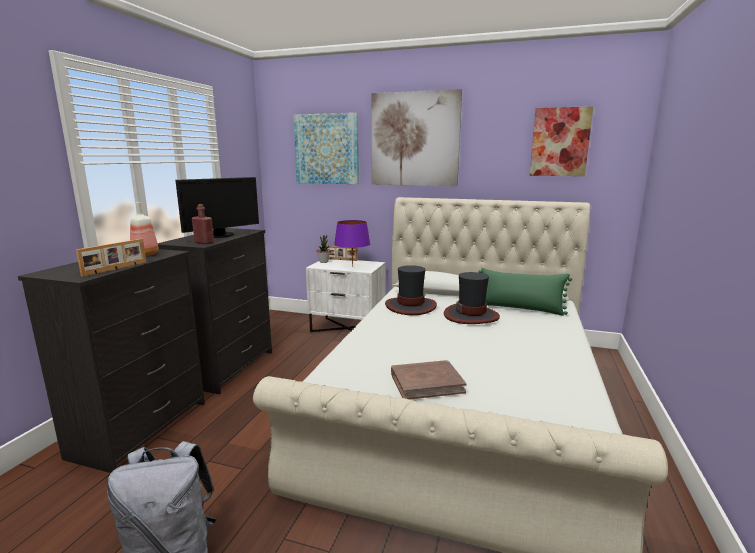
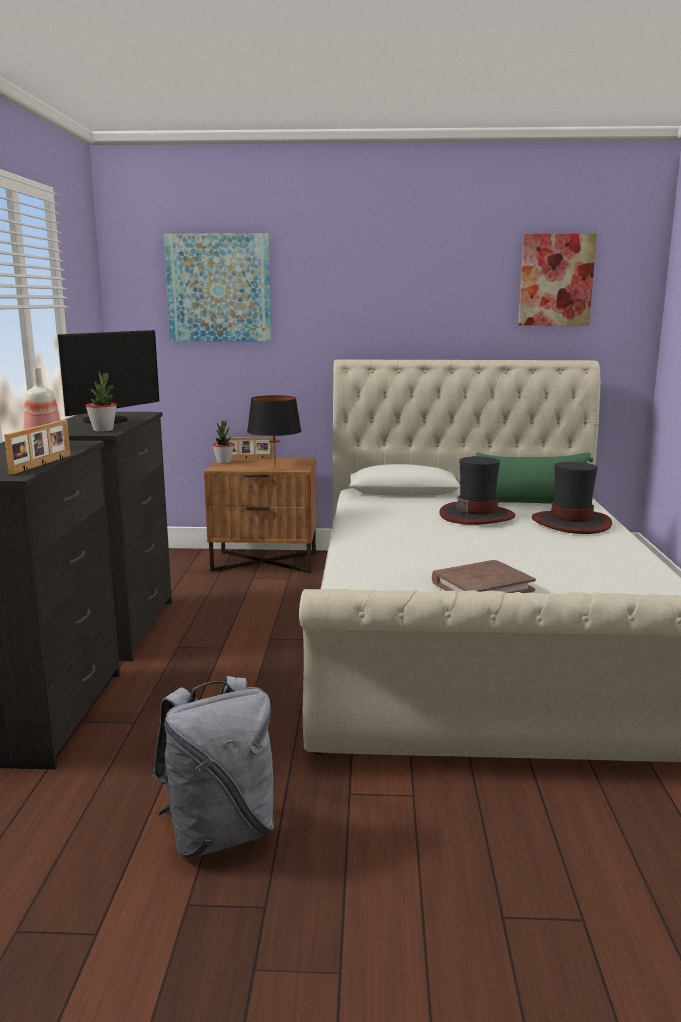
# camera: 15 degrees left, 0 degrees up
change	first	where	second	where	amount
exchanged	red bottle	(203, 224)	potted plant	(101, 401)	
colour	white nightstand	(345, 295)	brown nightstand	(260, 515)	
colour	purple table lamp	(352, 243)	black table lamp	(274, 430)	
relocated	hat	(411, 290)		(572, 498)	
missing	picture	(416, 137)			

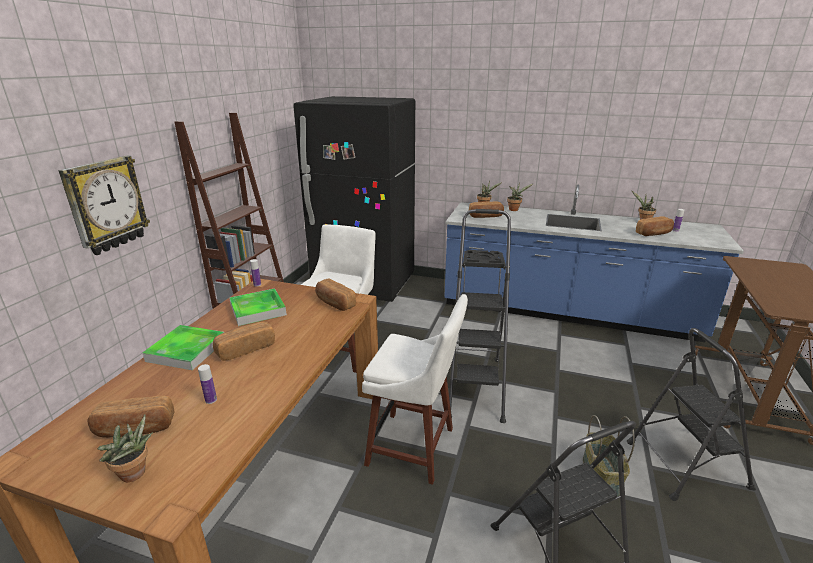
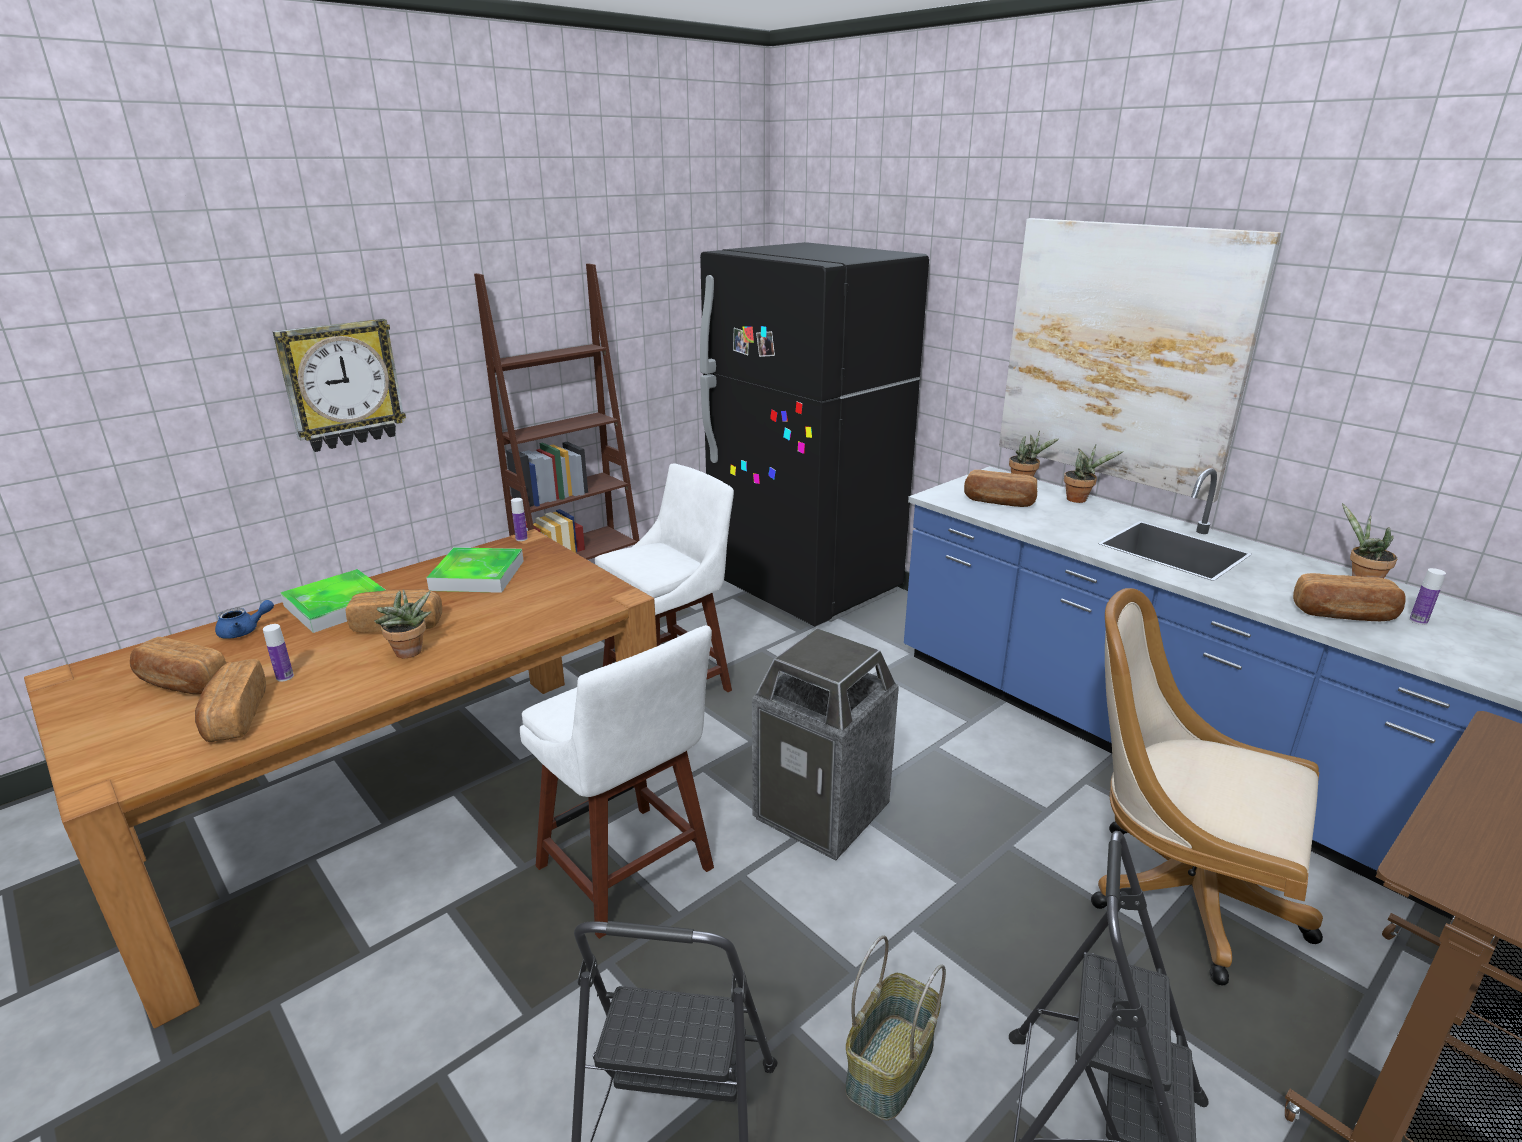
# camera: 30 degrees right, 0 degrees up
change	first	where	second	where	amount
relocated	bread	(335, 294)		(230, 700)	
appeared			blue teapot	(244, 619)	
relocated	potted plant	(125, 448)		(403, 623)	
exchanged	step ladder	(480, 316)	trash can	(825, 744)	
appeared			picture	(1140, 360)	
appeared			office chair	(1207, 786)	

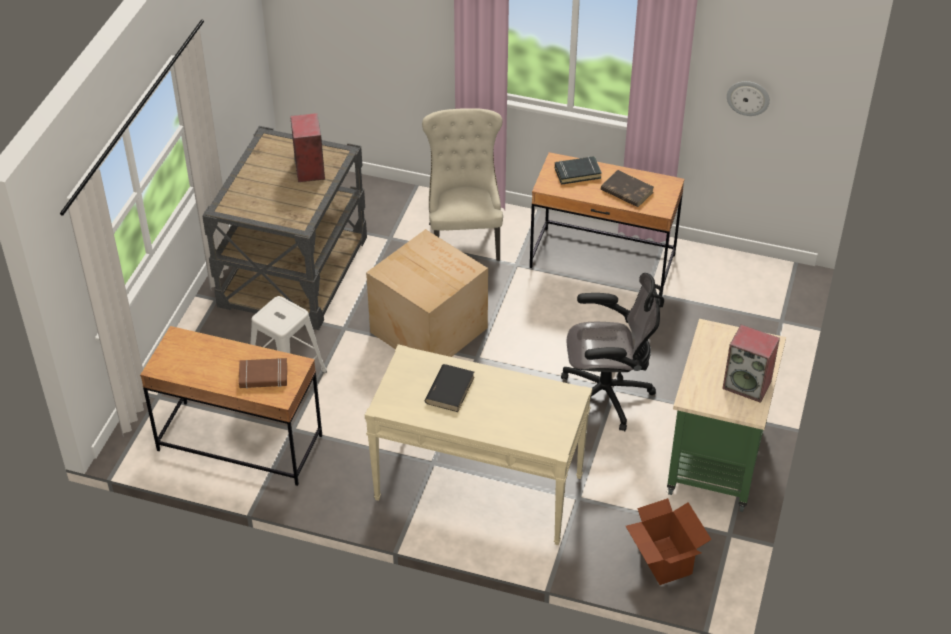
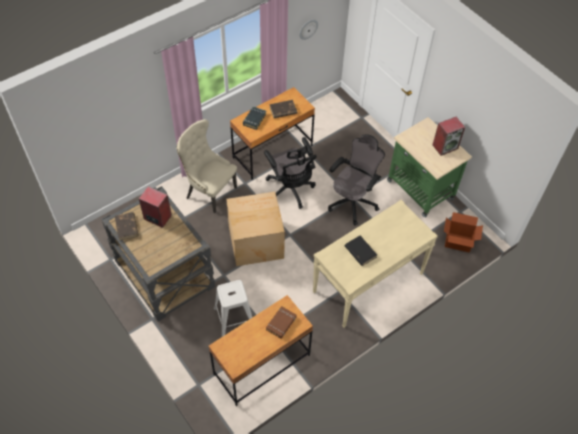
# camera: 55 degrees left, 10 degrees up
change	first	where	second	where	amount
appeared			brown book	(127, 226)	
appeared			office chair	(290, 173)	

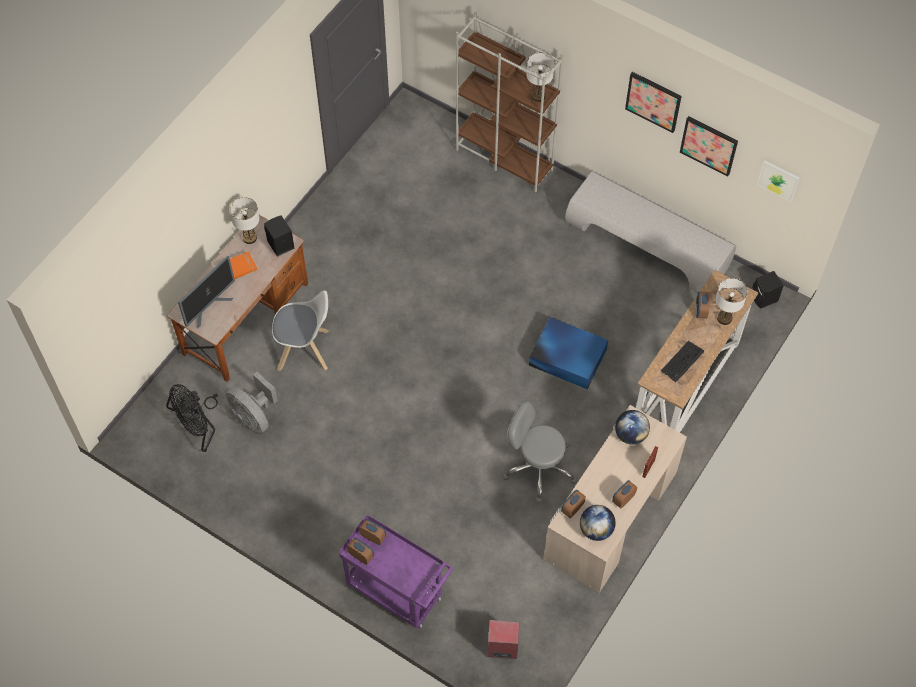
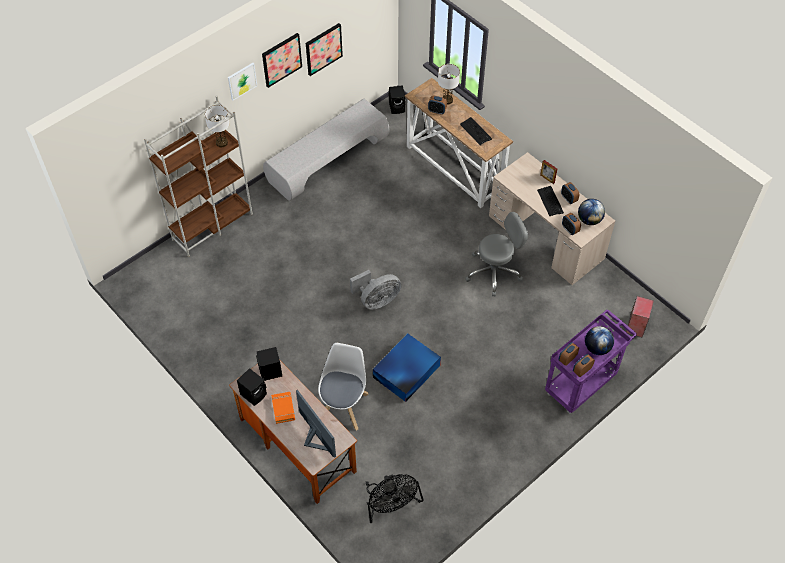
# camera: 75 degrees left, 5 degrees down
change	first	where	second	where	amount
relocated	picture	(778, 181)		(242, 82)	
exchanged	table lamp	(245, 220)	black speaker	(252, 387)	
relocated	grey fan	(252, 402)		(375, 289)	
relocated	blue storage box	(568, 353)		(407, 368)	
spun	grey office chair	(540, 451)		(496, 254)	150 degrees counterclockwise
appeared			keyboard	(550, 201)	
relocated	globe	(632, 427)		(599, 340)	

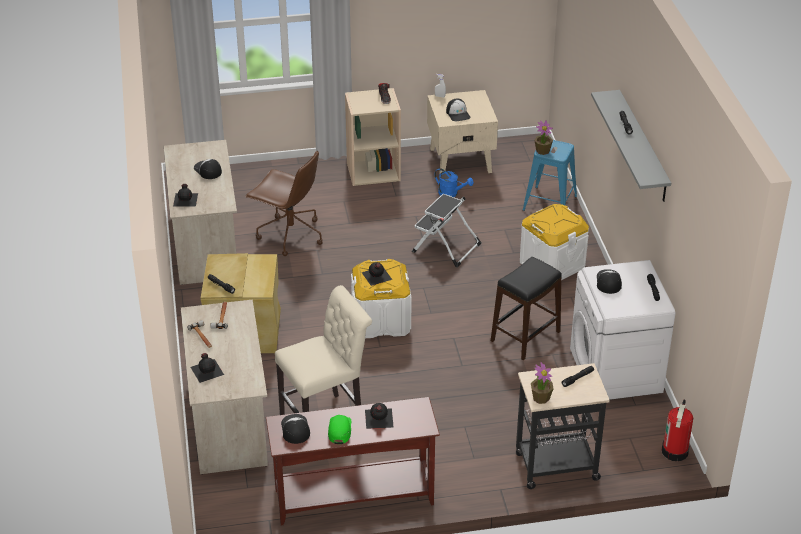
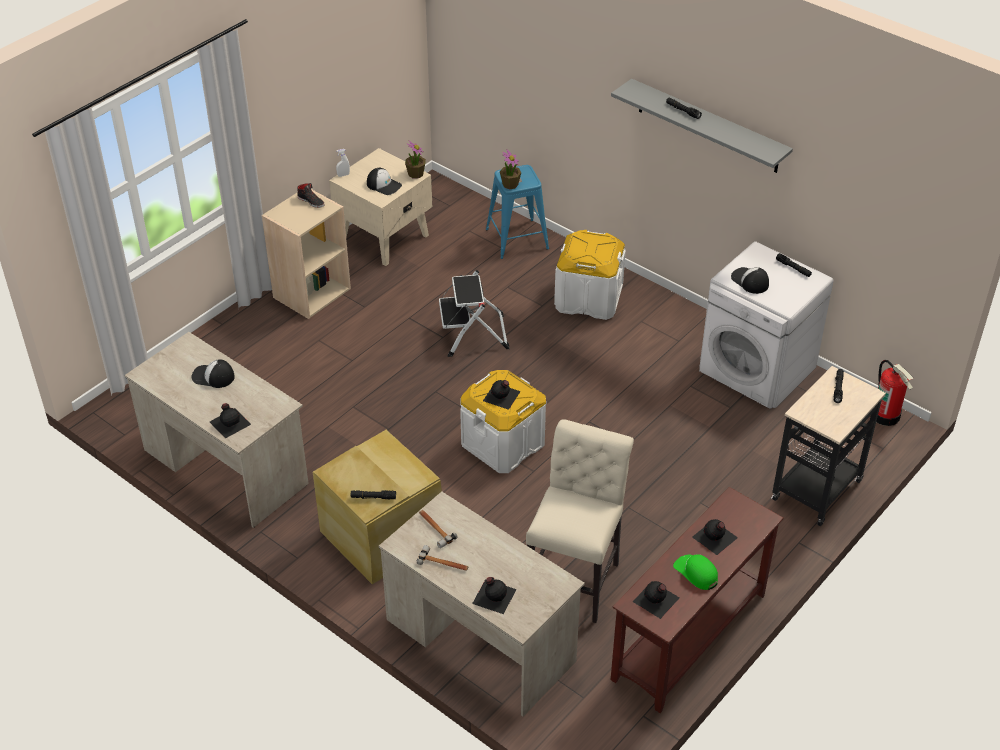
# camera: 40 degrees left, 5 degrees up
change	first	where	second	where	amount
relocated	potted plant	(542, 383)		(415, 159)	
exchanged	cap	(295, 429)	black bottle	(656, 600)	
missing	brown office chair	(284, 203)			
missing	blue watering can	(454, 182)			
missing	black stool	(526, 308)			

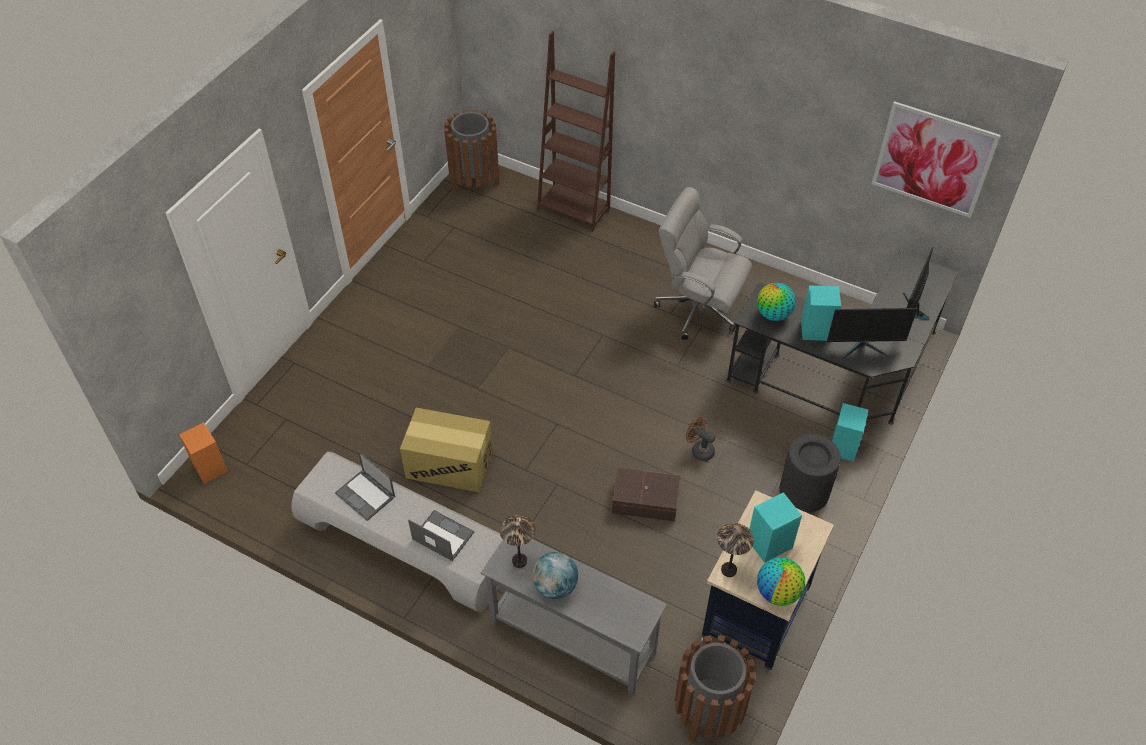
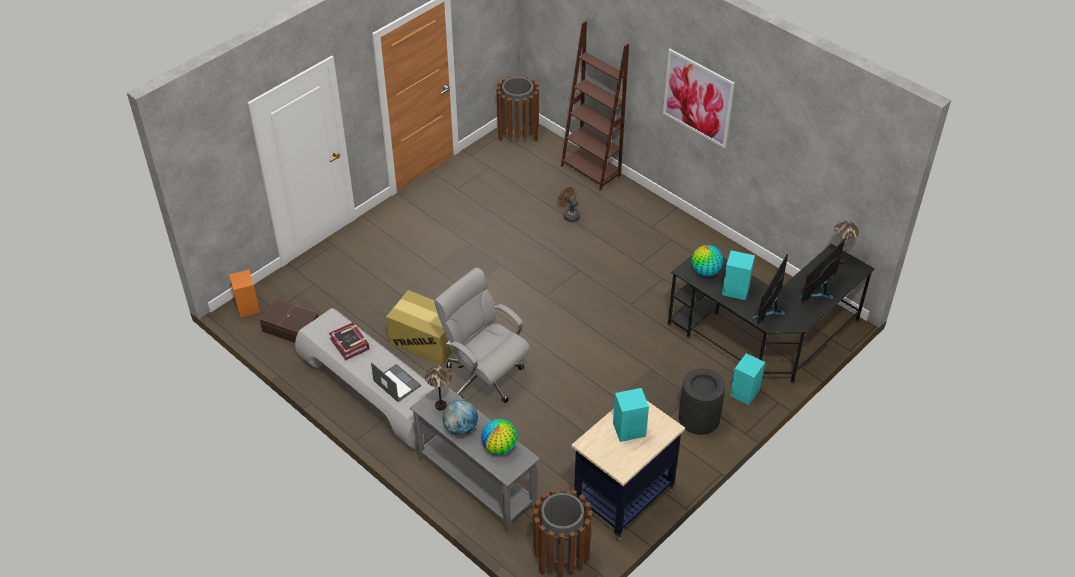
# camera: 15 degrees right, 5 degrees down
change	first	where	second	where	amount
relocated	brown storage box	(646, 494)		(289, 321)	
exchanged	laptop	(365, 486)	book	(349, 341)	
relocated	grey office chair	(703, 263)		(482, 335)	
relocated	globe	(781, 581)		(499, 437)	
relocated	brown fan	(700, 438)		(569, 204)	
relocated	picture	(936, 159)		(699, 98)	
spun	monitor	(872, 333)		(770, 289)	105 degrees clockwise
relocated	table lamp	(735, 550)		(846, 242)	

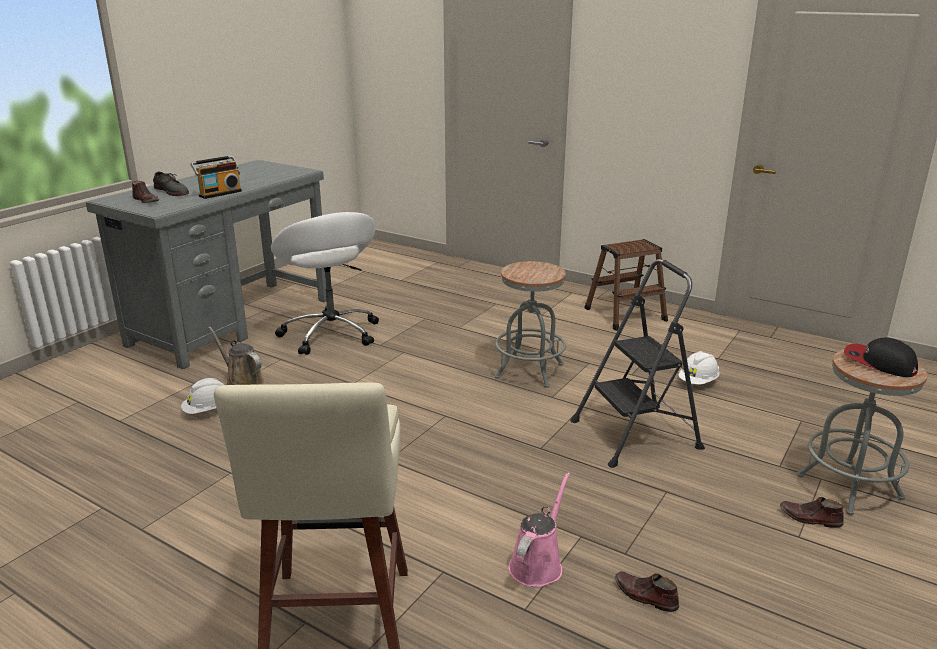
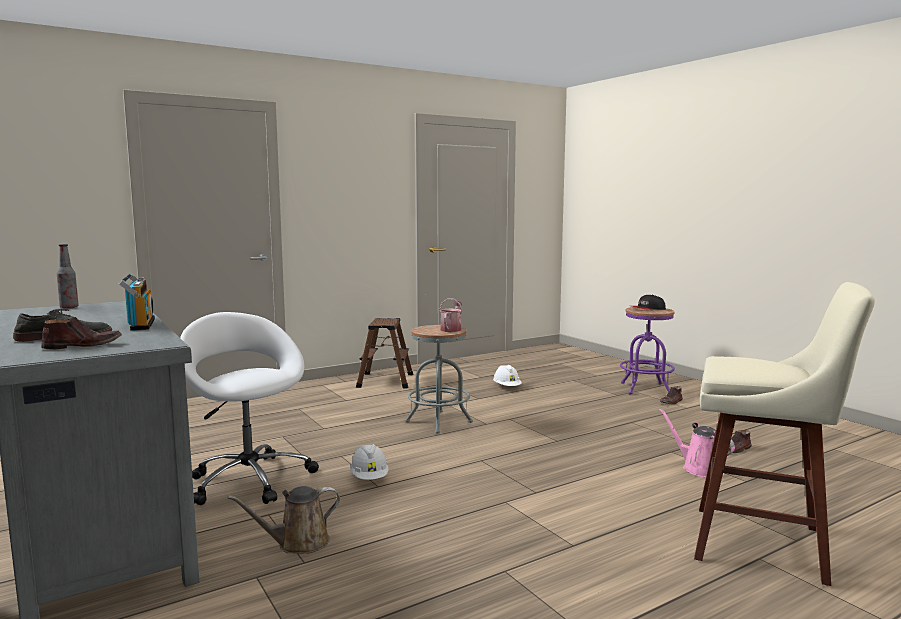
# camera: 65 degrees left, 15 degrees down
change	first	where	second	where	amount
appeared			bottle	(68, 276)	
spun	white office chair	(325, 283)		(249, 408)	135 degrees counterclockwise
relocated	white hard hat	(202, 396)		(369, 462)	
appeared			watering can	(450, 315)	
colour	grey stool	(862, 432)	purple stool	(647, 350)	
missing	black step ladder	(637, 363)			

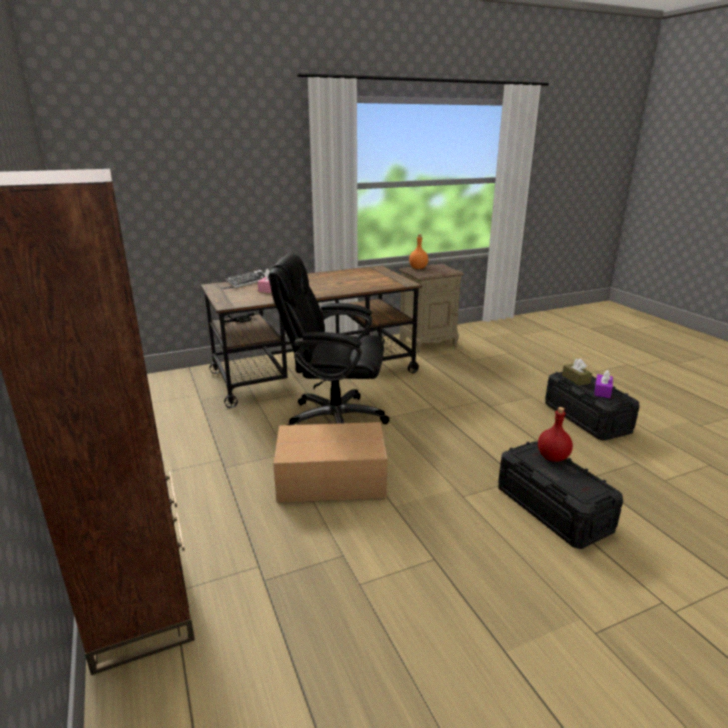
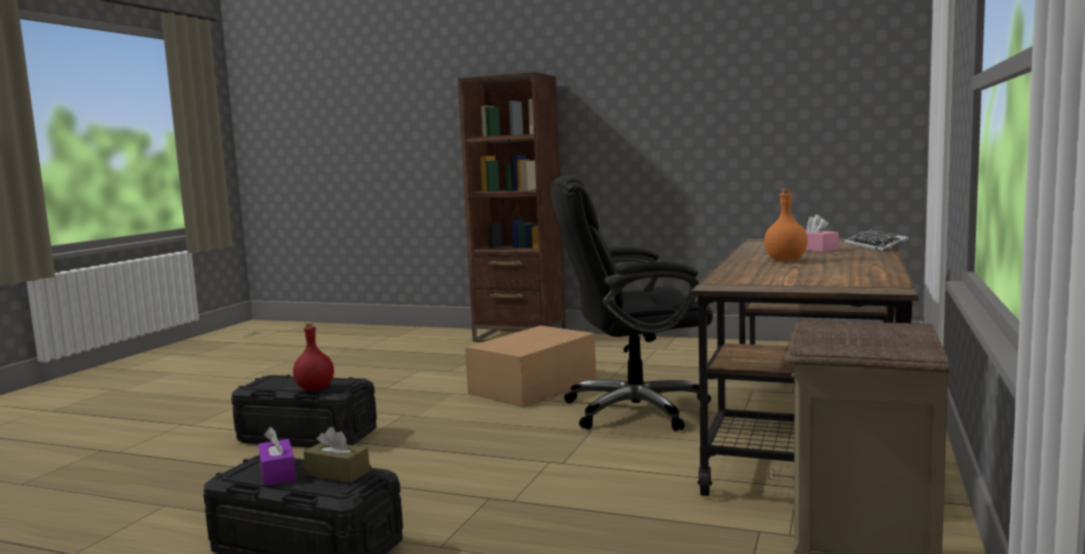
# camera: 135 degrees right, 15 degrees down
change	first	where	second	where	amount
spun	black office chair	(329, 339)		(631, 303)	150 degrees counterclockwise
relocated	orange bottle	(418, 251)		(786, 224)	

